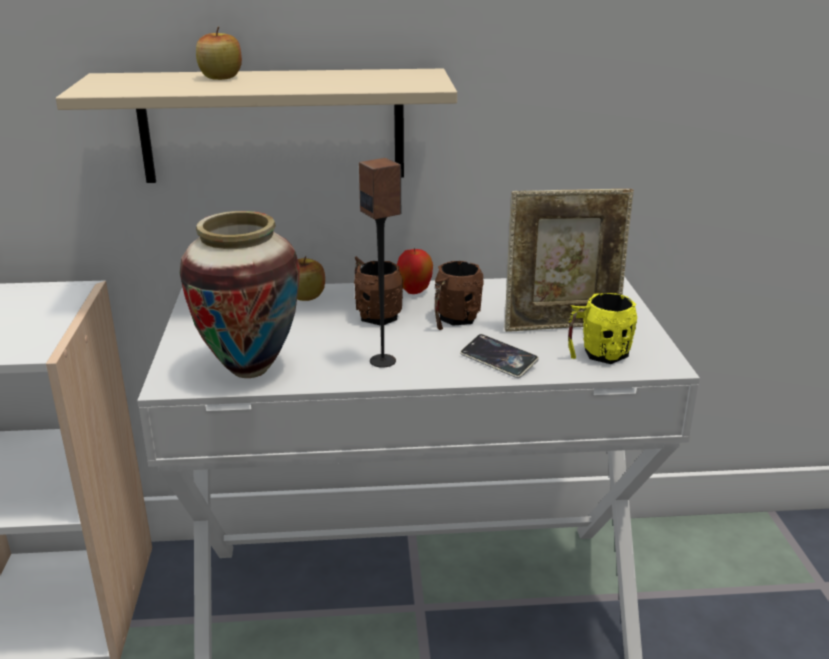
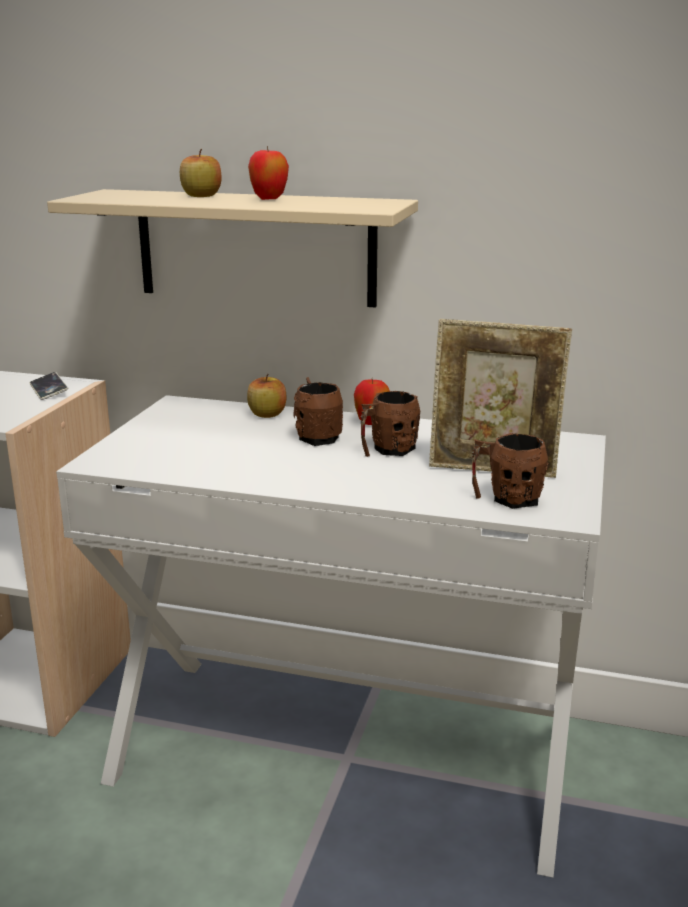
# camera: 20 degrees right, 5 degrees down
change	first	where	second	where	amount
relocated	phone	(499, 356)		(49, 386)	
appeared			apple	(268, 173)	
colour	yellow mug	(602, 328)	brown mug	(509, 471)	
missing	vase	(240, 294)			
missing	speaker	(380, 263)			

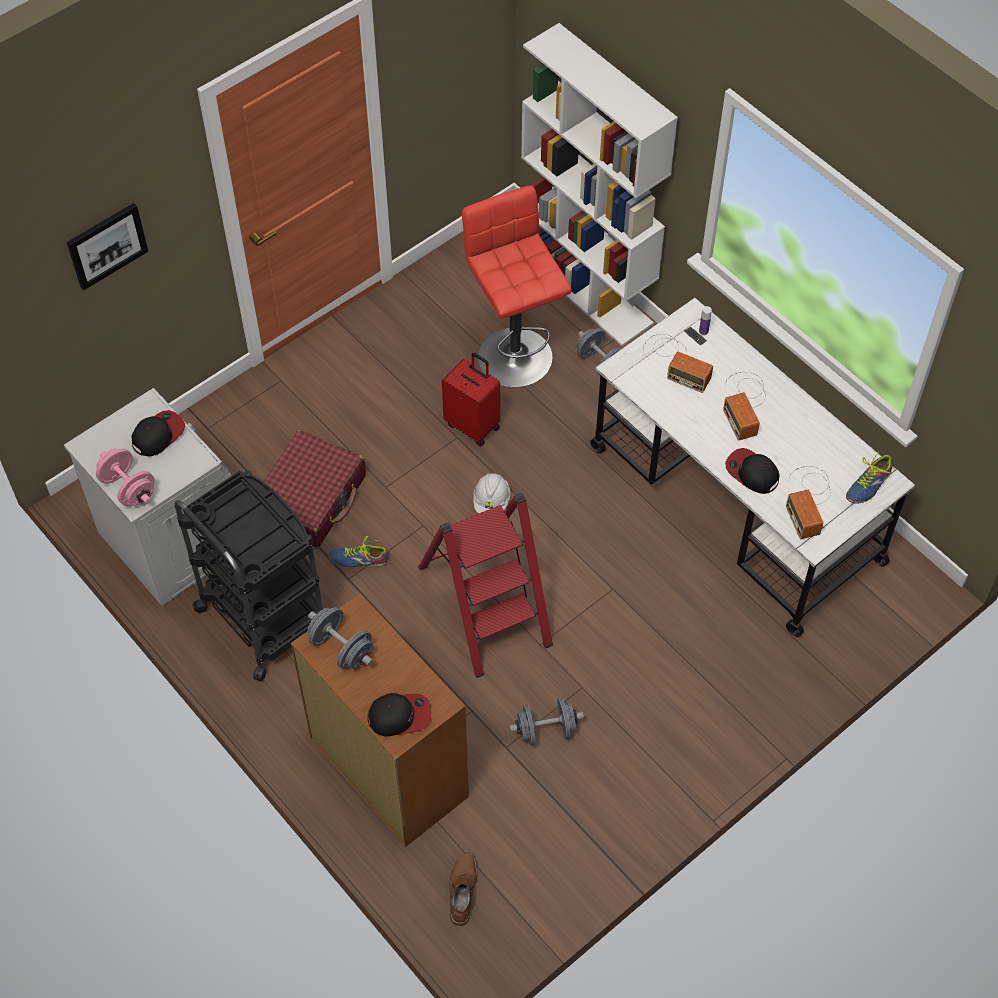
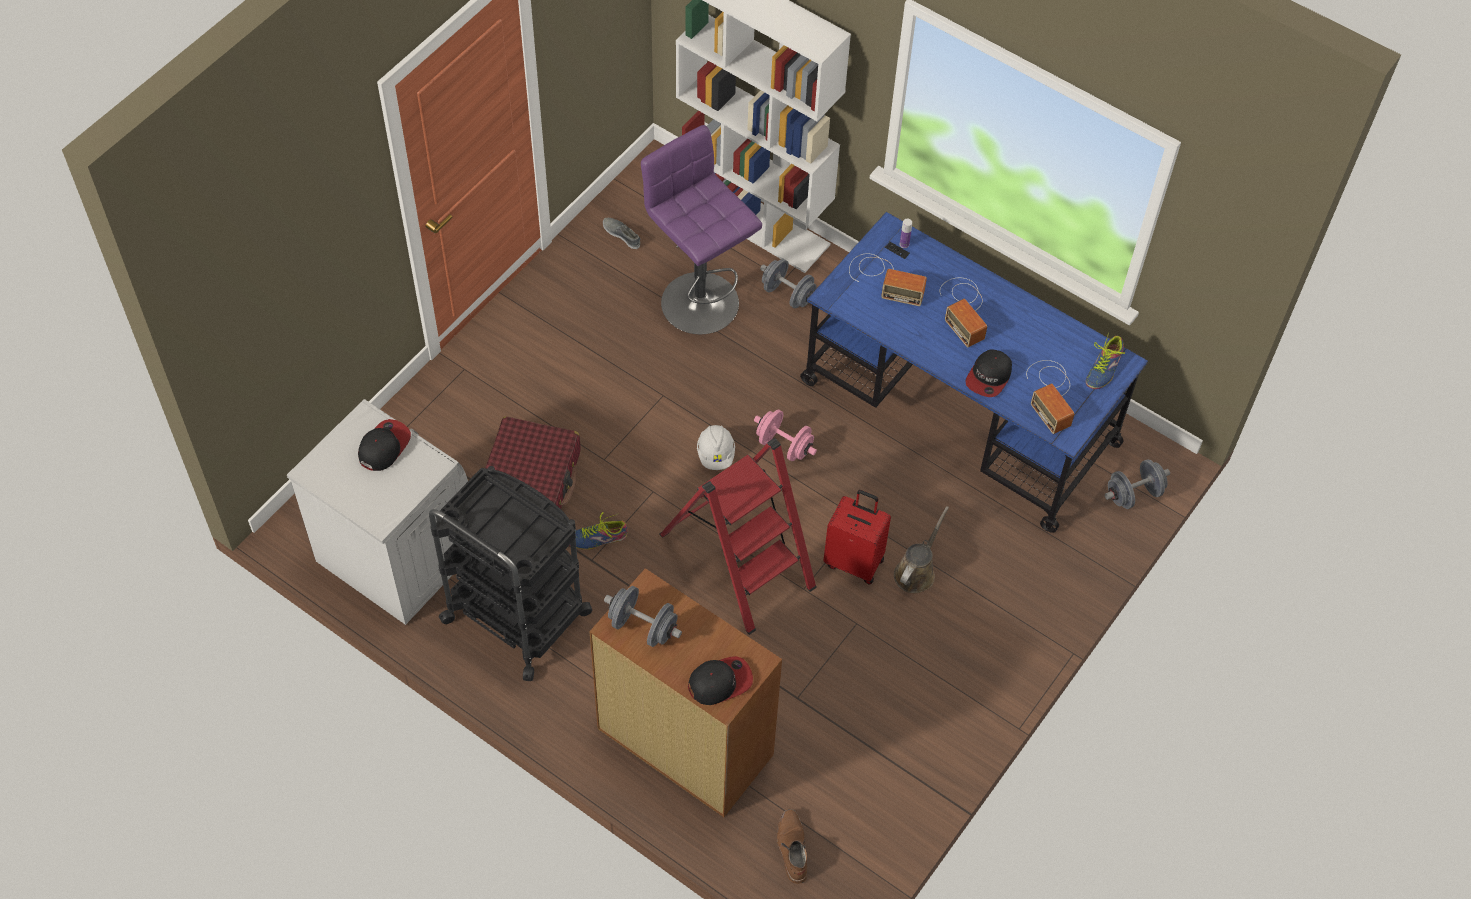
# camera: 15 degrees left, 0 degrees up
change	first	where	second	where	amount
appeared			grey shoe	(621, 233)	
colour	red stool	(516, 286)	purple stool	(701, 229)	
relocated	pink dumbbell	(125, 477)		(785, 435)	
colour	white desk	(752, 467)	blue desk	(974, 372)	
relocated	red suitcase	(471, 399)		(857, 537)	
appeared			brown watering can	(921, 549)	
spun	cap	(752, 471)		(988, 373)	90 degrees counterclockwise
relocated	grey dumbbell	(546, 722)		(1137, 484)	
missing	picture	(108, 246)			

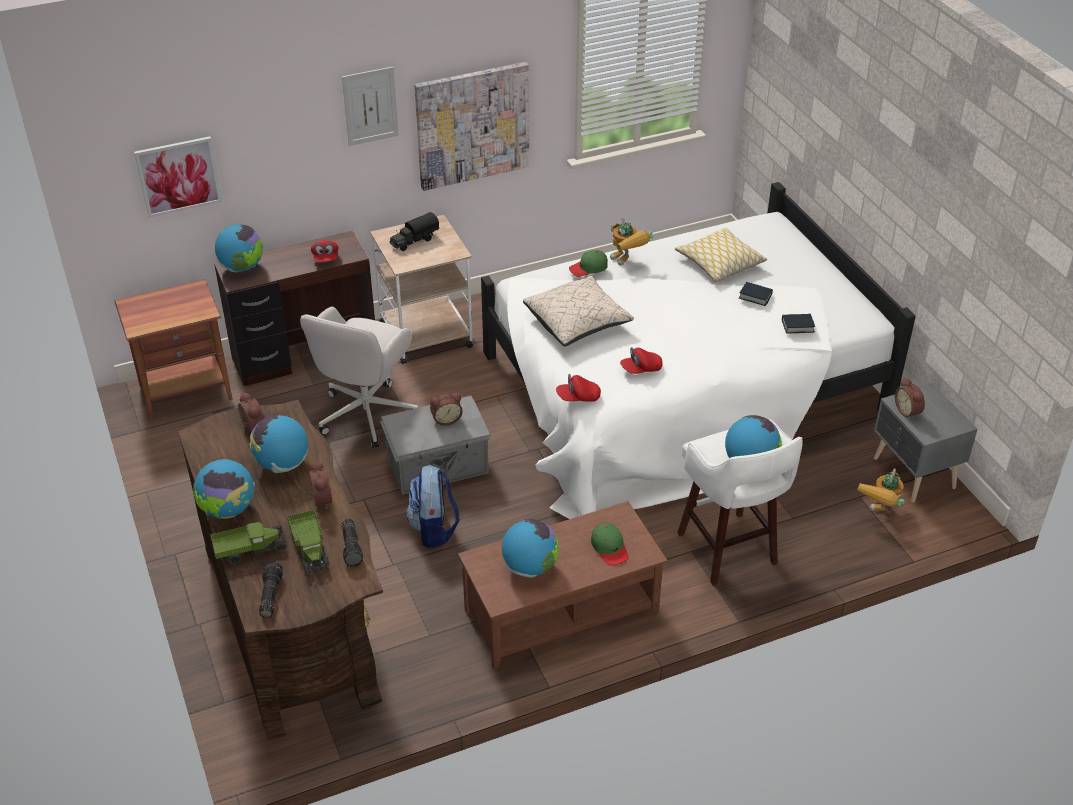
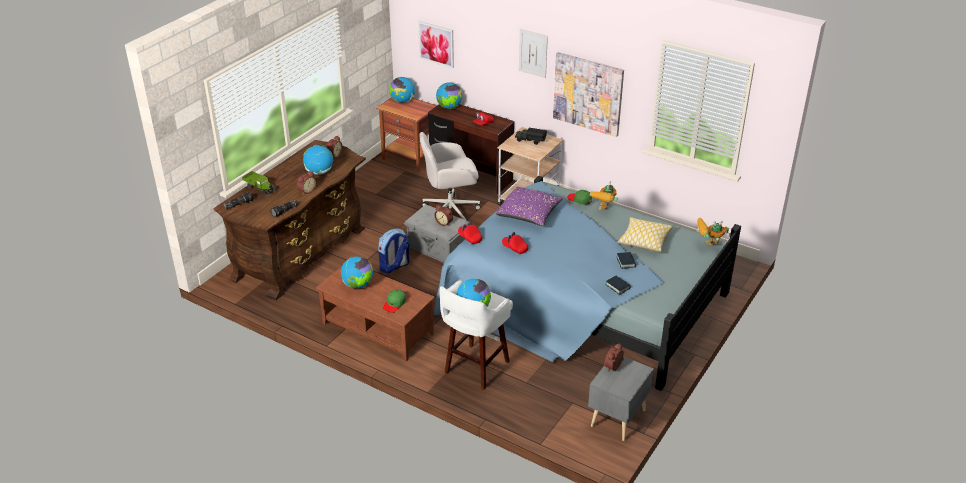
# camera: 55 degrees right, 5 degrees down
change	first	where	second	where	amount
relocated	globe	(224, 489)		(402, 90)	
colour	white bed	(698, 350)	blue bed	(587, 283)	
colour	beige pillow	(578, 311)	purple pillow	(529, 206)	
relocated	toy robot	(881, 489)		(713, 231)	
missing	toy truck	(308, 543)			

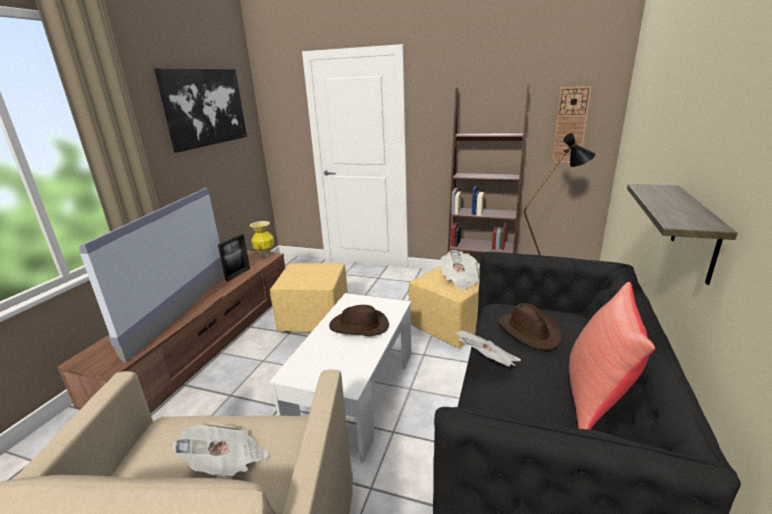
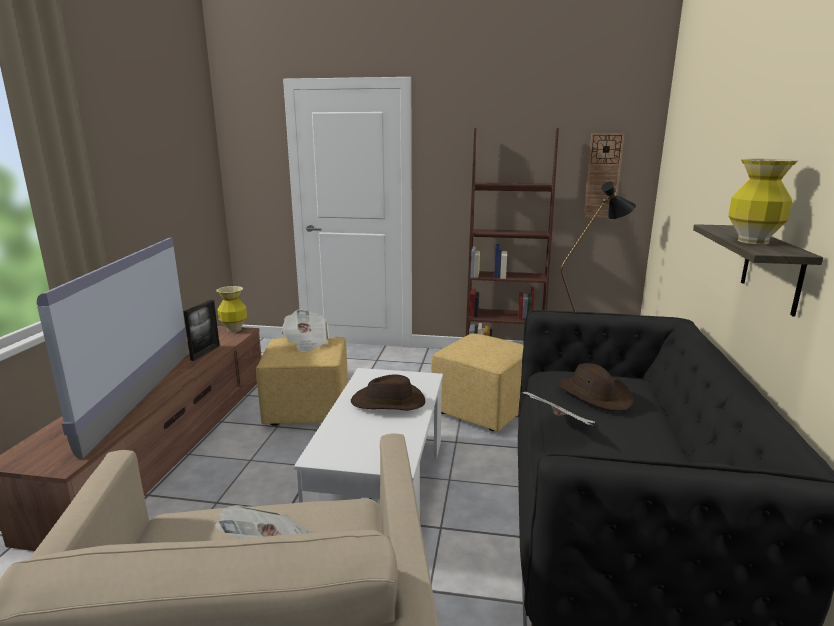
# camera: 10 degrees left, 5 degrees down
change	first	where	second	where	amount
relocated	newspaper	(460, 270)		(305, 330)	
appeared			vase	(763, 201)	
missing	picture	(200, 110)			
missing	red pillow	(612, 356)			

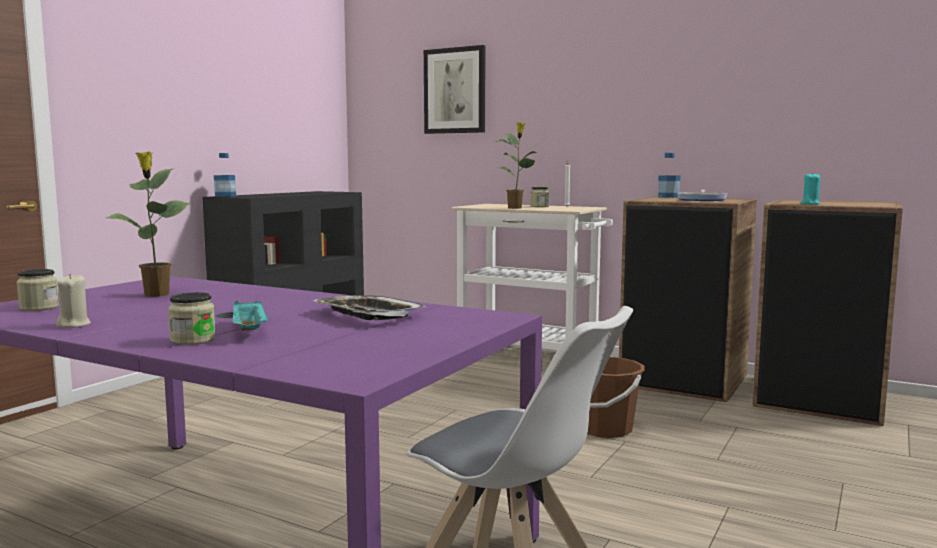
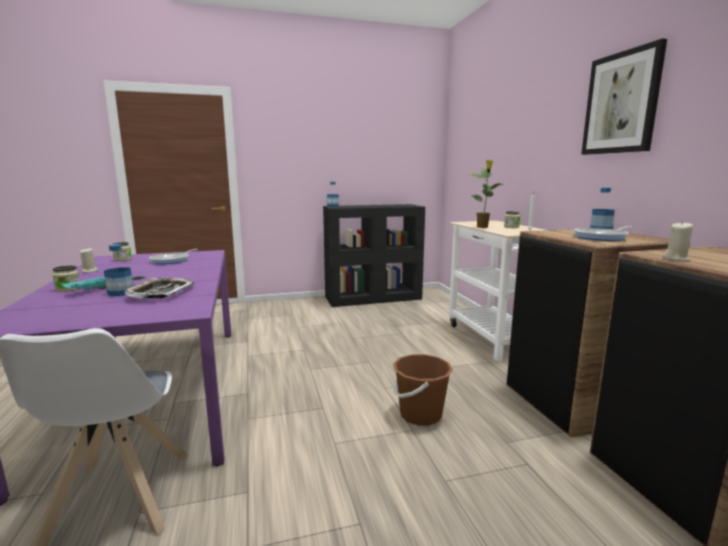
# camera: 45 degrees right, 5 degrees up
change	first	where	second	where	amount
appeared			bottle	(118, 270)	
exchanged	potted plant	(148, 224)	frying pan	(173, 256)	
relocated	picture	(454, 89)		(624, 96)	
colour	turquoise candle	(810, 188)	beige candle	(677, 241)	

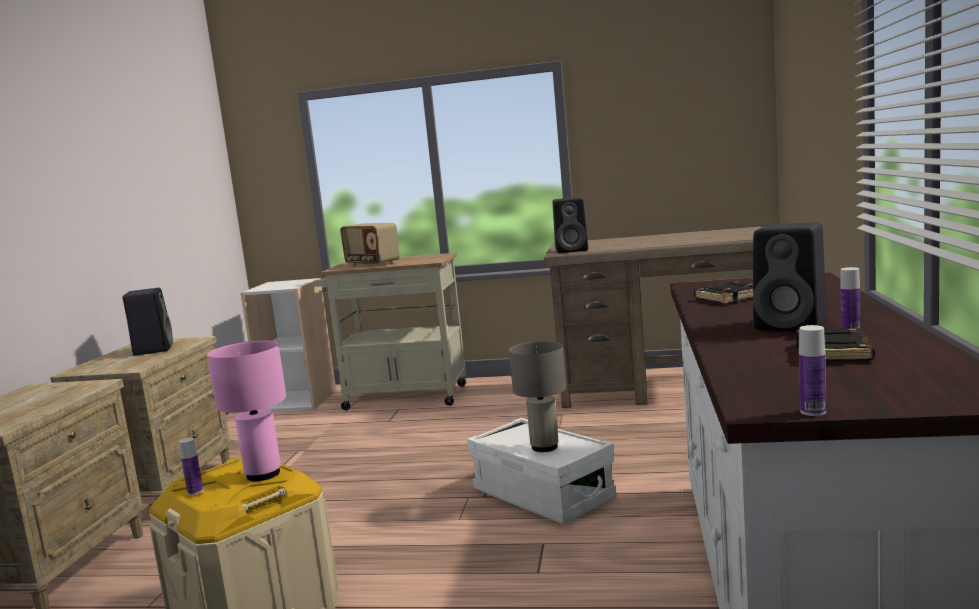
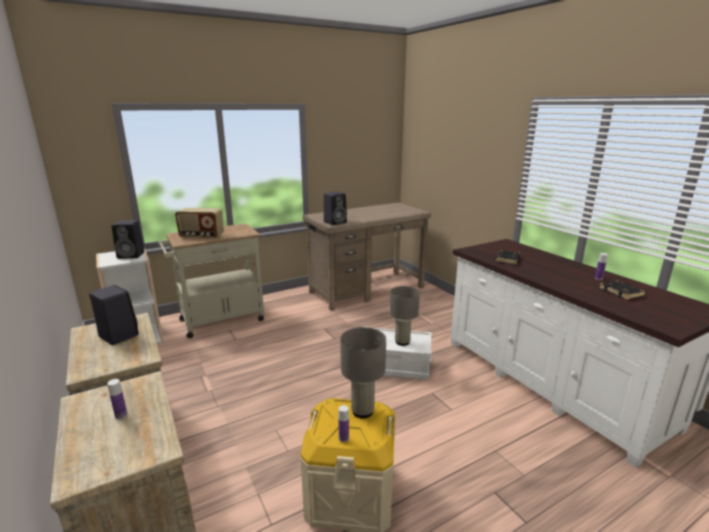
# camera: 40 degrees left, 10 degrees up
change	first	where	second	where	amount
relocated	bottle	(812, 370)		(117, 399)	
relocated	black speaker	(790, 276)		(128, 239)	
colour	pink table lamp	(246, 410)	grey table lamp	(363, 372)	

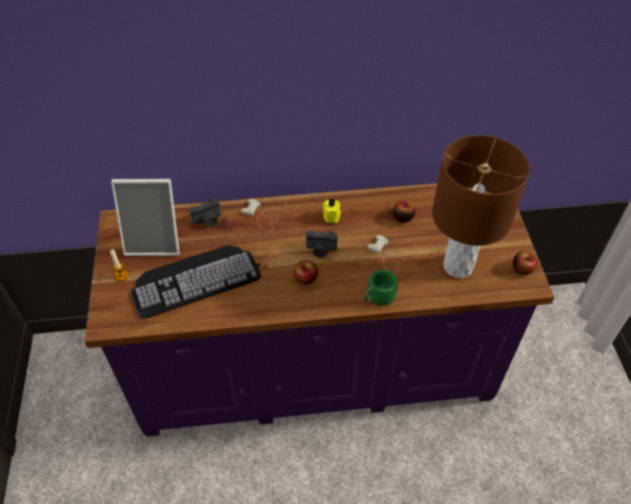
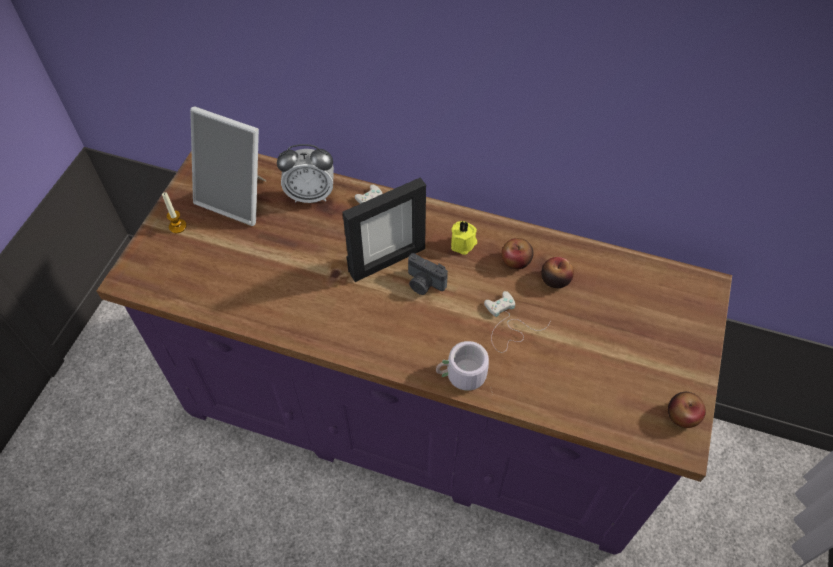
# camera: 25 degrees right, 5 degrees up
change	first	where	second	where	amount
exchanged	photo camera	(205, 213)	alarm clock	(305, 173)	
appeared			picture frame	(384, 230)	
colour	green mug	(384, 287)	grey mug	(464, 368)	
relocated	apple	(306, 272)		(517, 253)	
missing	keyboard	(196, 282)			
missing	brown table lamp	(481, 206)			

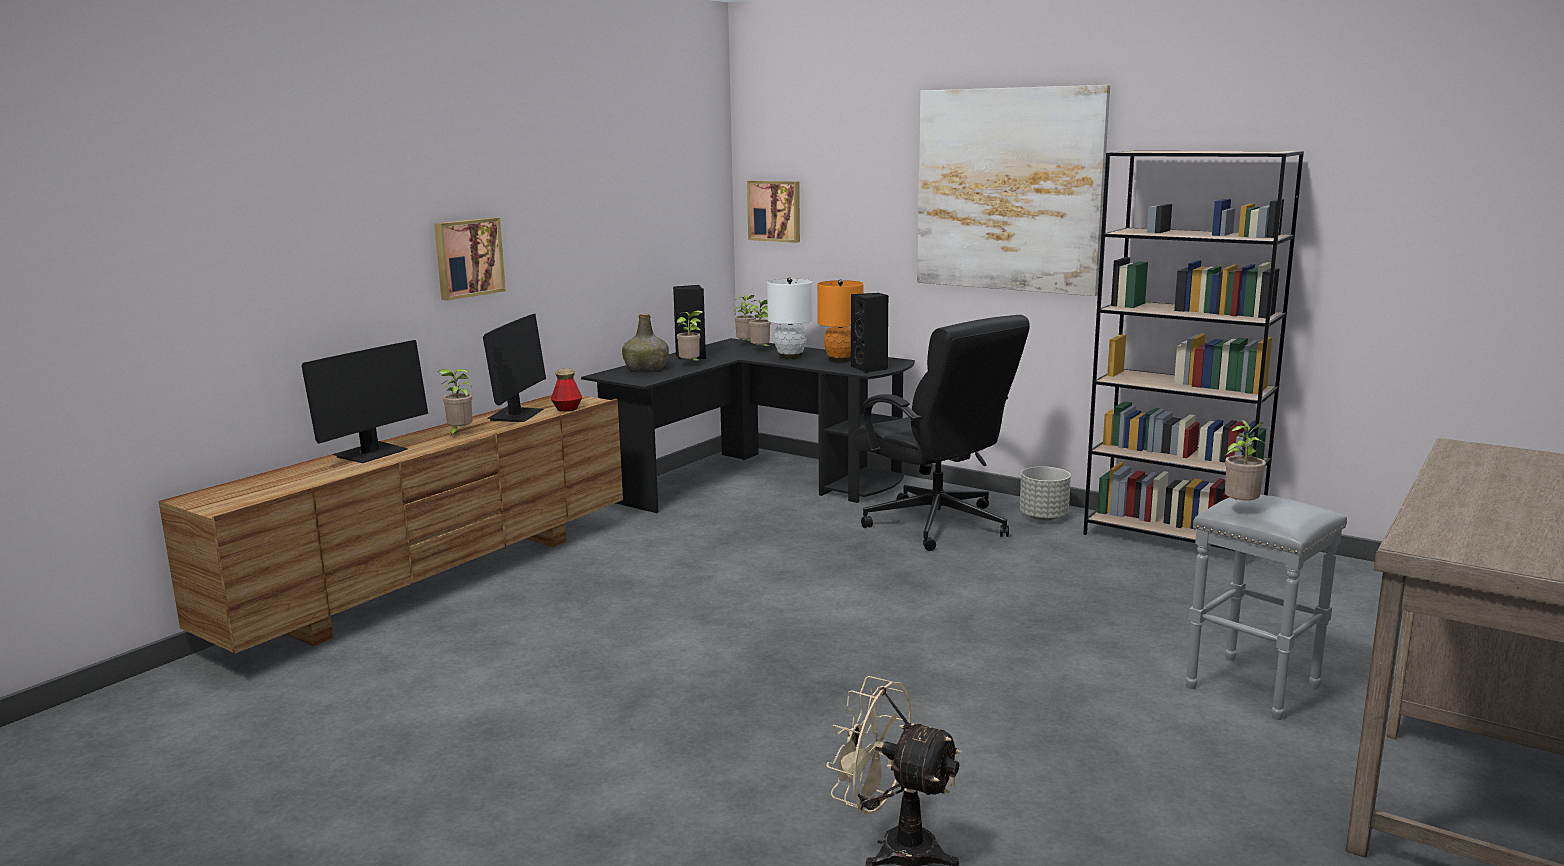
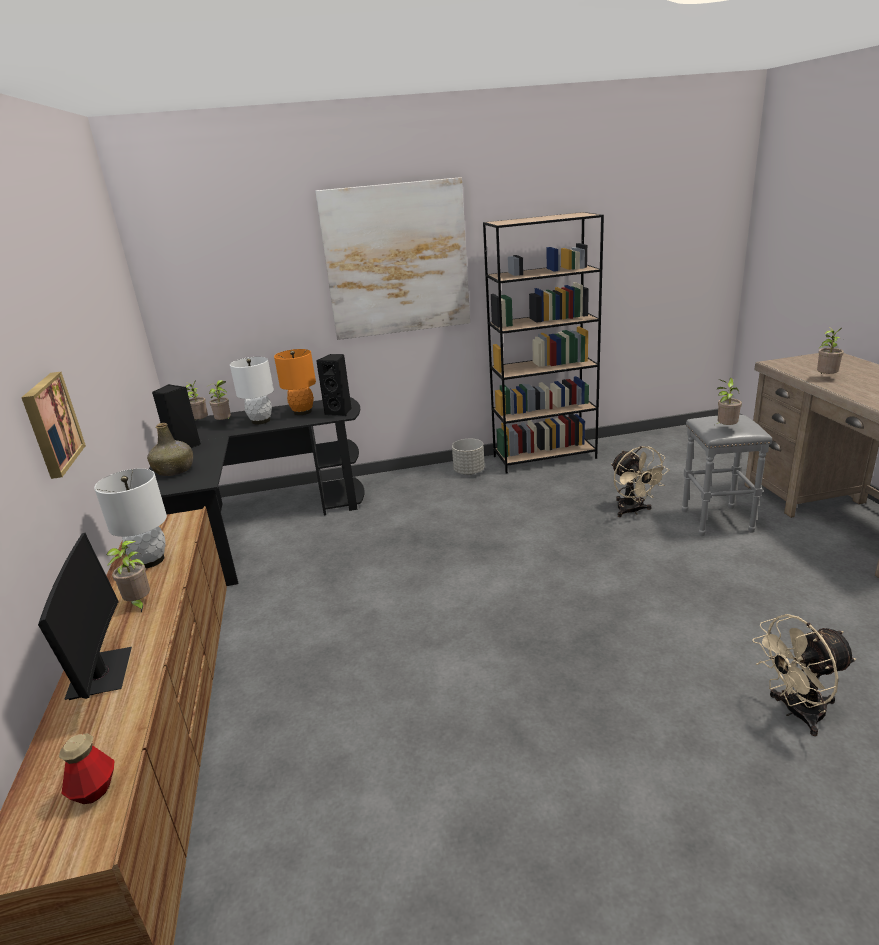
# camera: 45 degrees left, 10 degrees up
change	first	where	second	where	amount
relocated	bottle	(566, 390)		(87, 768)	
exchanged	monitor	(514, 368)	white table lamp	(130, 518)	
appeared			beige fan	(640, 481)	
relocated	potted plant	(689, 336)		(830, 350)	
missing	picture	(773, 212)			
missing	black office chair	(941, 433)			

